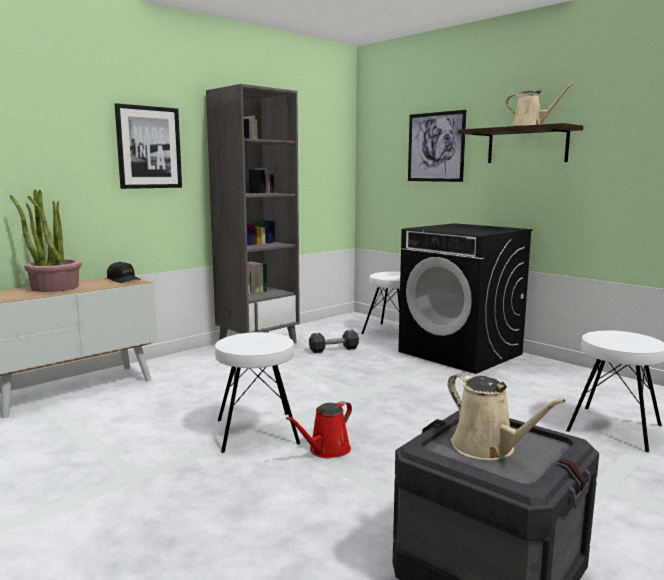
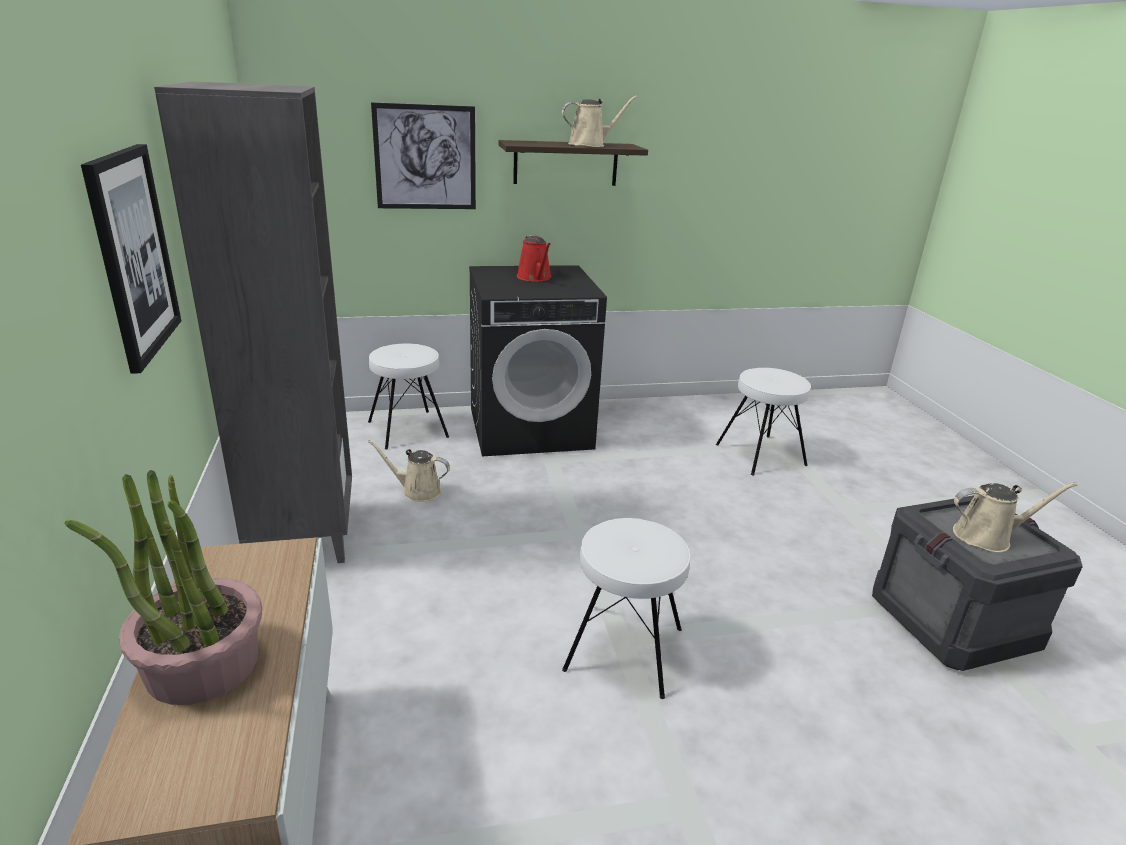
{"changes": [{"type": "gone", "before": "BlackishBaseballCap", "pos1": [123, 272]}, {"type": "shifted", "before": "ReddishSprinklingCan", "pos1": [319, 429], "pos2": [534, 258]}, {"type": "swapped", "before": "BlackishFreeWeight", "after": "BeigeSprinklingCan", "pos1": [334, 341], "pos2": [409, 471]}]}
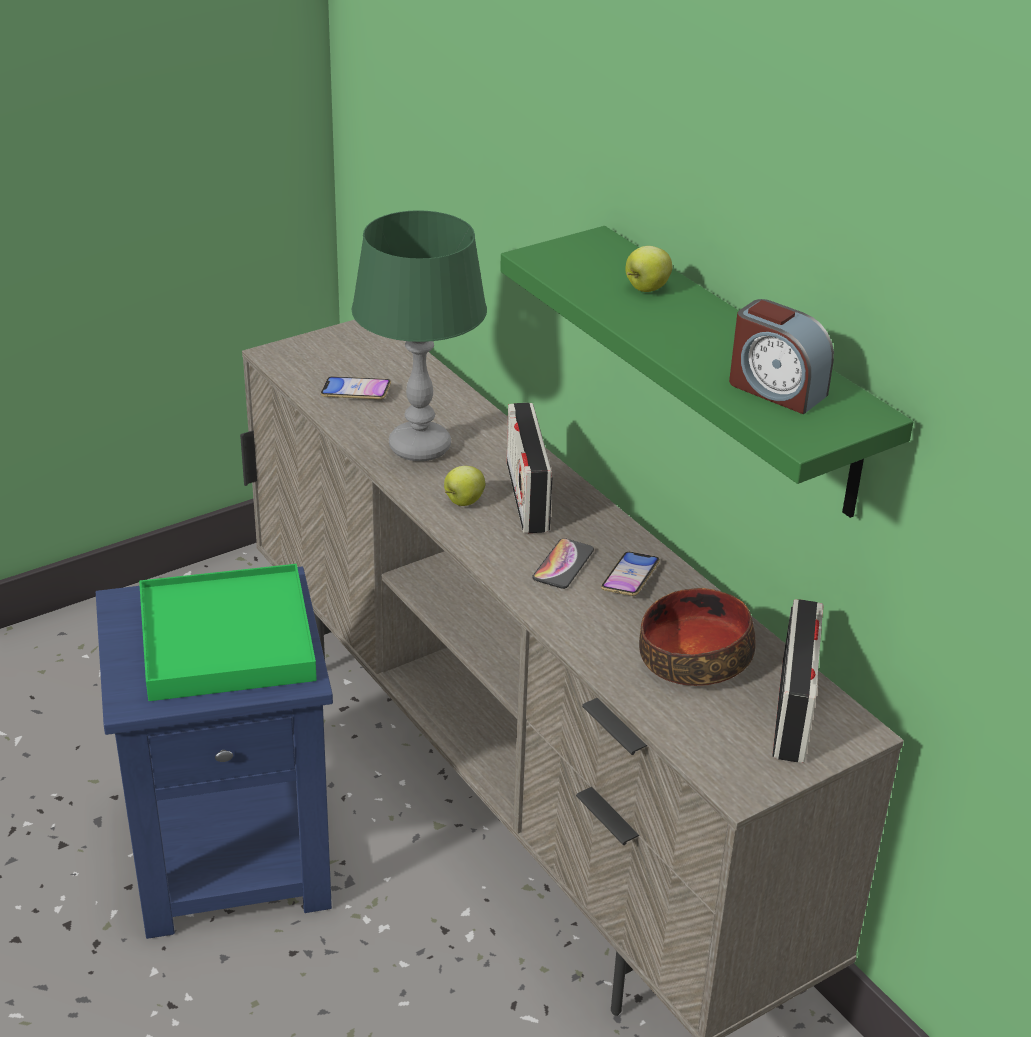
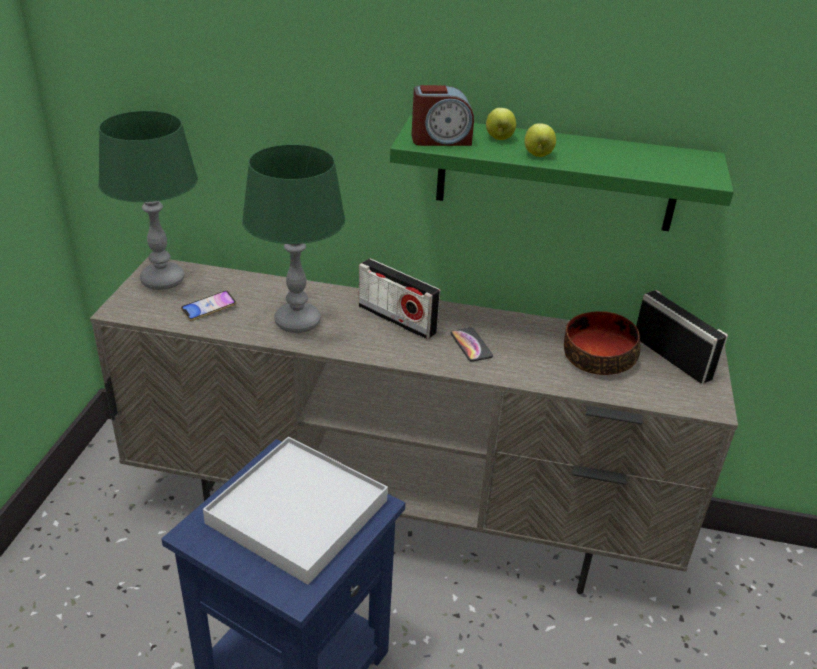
{"changes": [{"type": "gone", "before": "Phone", "pos1": [630, 574]}, {"type": "new", "after": "GreenTableLamp", "pos2": [148, 200]}, {"type": "shifted", "before": "Apple", "pos1": [464, 486], "pos2": [540, 140]}, {"type": "shifted", "before": "TableClock", "pos1": [781, 356], "pos2": [442, 115]}, {"type": "repainted", "before": "GreenTray", "after": "WhiteTray", "pos1": [228, 632], "pos2": [295, 511]}]}
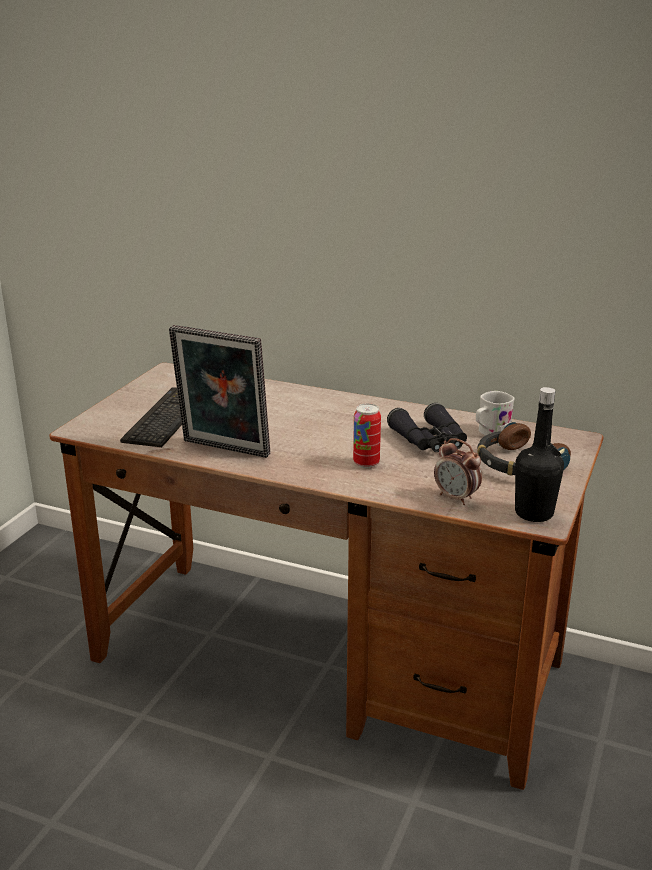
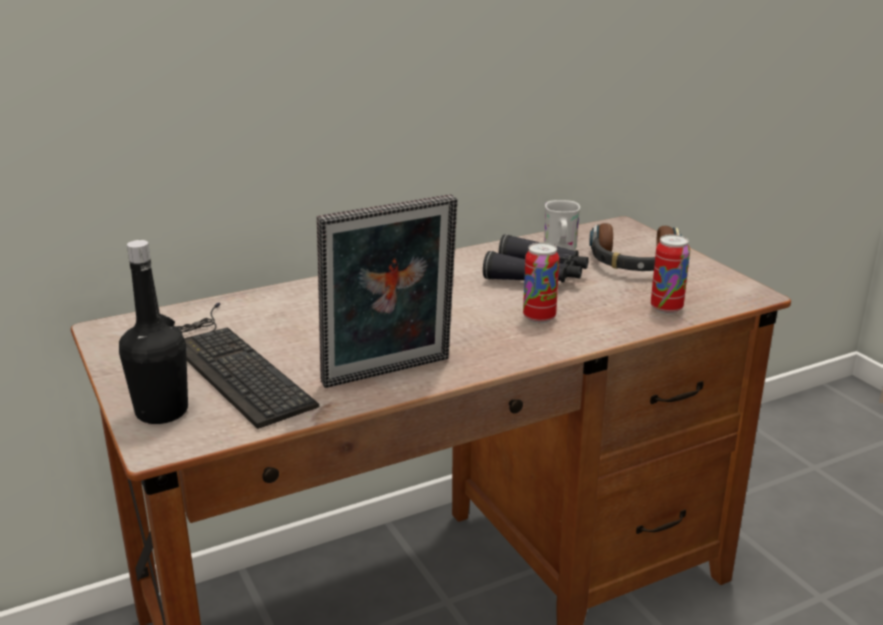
{"changes": [{"type": "shifted", "before": "BlackishBeverageBottle", "pos1": [539, 454], "pos2": [153, 332]}, {"type": "swapped", "before": "TableClock", "after": "SealedCan", "pos1": [458, 471], "pos2": [670, 274]}]}
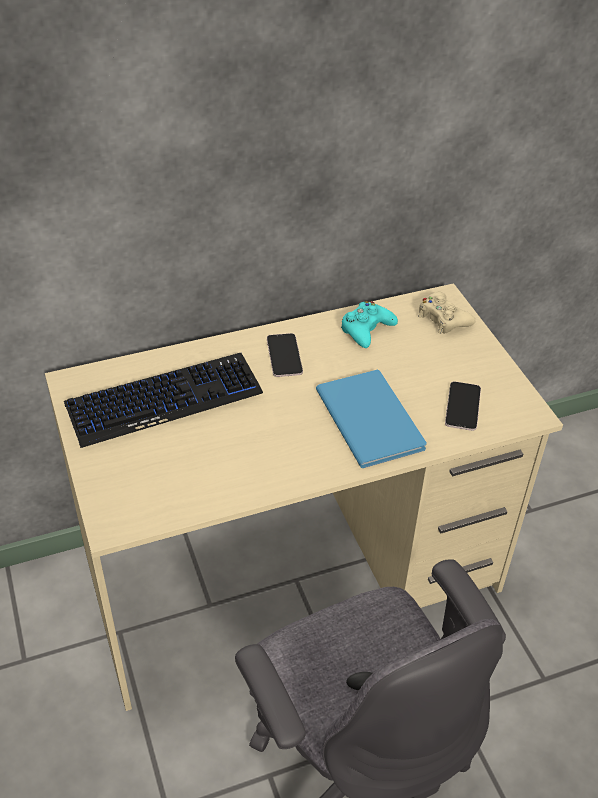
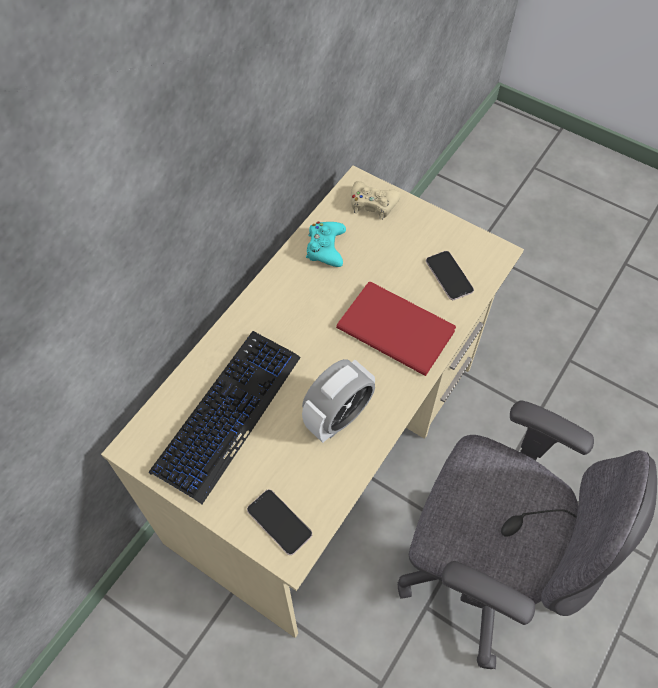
{"changes": [{"type": "new", "after": "TableClock", "pos2": [338, 401]}, {"type": "shifted", "before": "Phone", "pos1": [285, 355], "pos2": [279, 522]}, {"type": "repainted", "before": "BlueColouredBoundBook", "after": "ReddishBoundBook", "pos1": [371, 419], "pos2": [396, 329]}]}
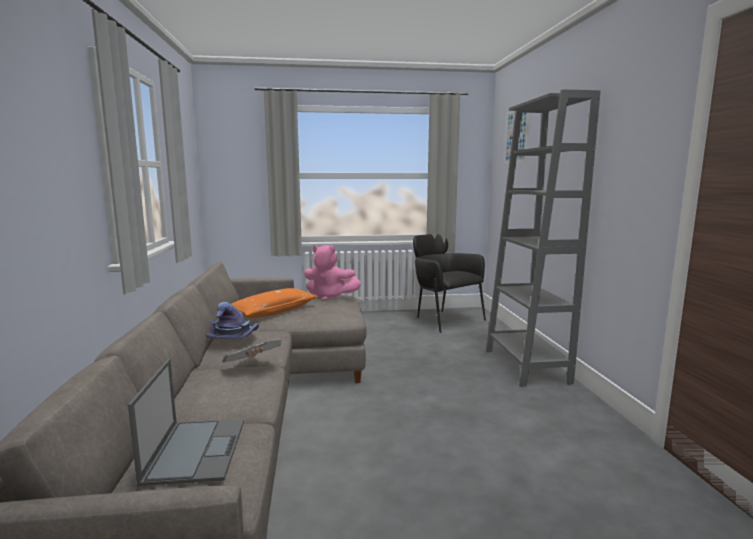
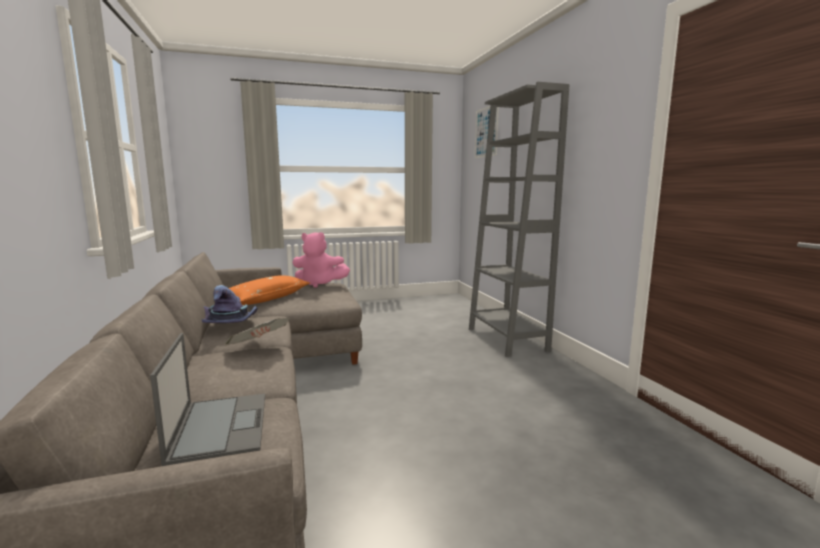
{"changes": [{"type": "gone", "before": "BlackishLoungeChair", "pos1": [449, 283]}]}
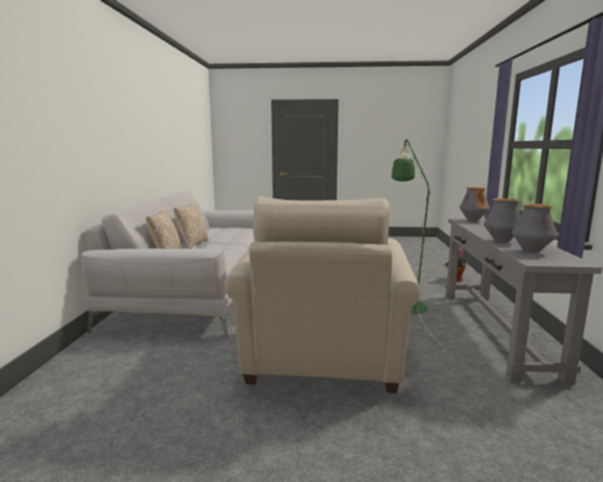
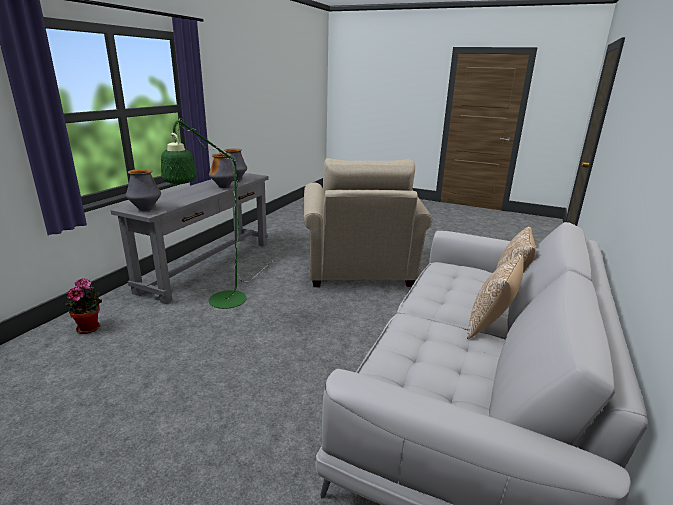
{"changes": [{"type": "rotated", "before": "BeigeLoungeChair", "pos1": [322, 294], "pos2": [368, 222], "turn": 150}]}
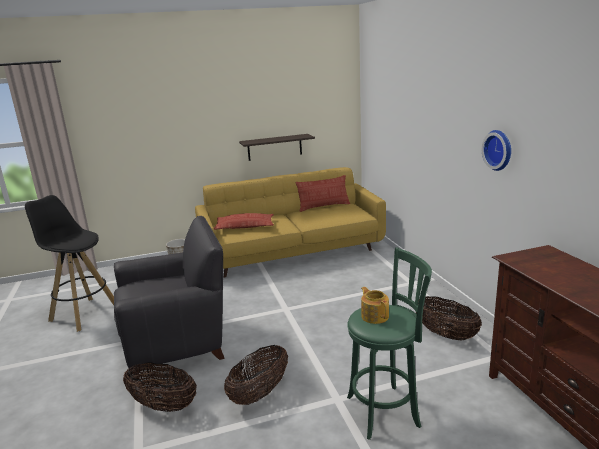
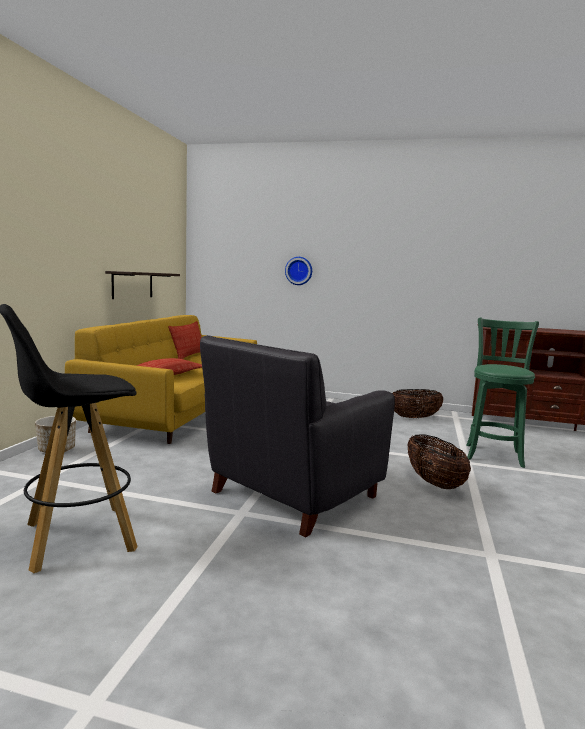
{"changes": [{"type": "gone", "before": "Basket", "pos1": [160, 387]}, {"type": "gone", "before": "Teapot", "pos1": [375, 305]}, {"type": "shifted", "before": "HangingClock", "pos1": [496, 150], "pos2": [298, 271]}, {"type": "rotated", "before": "BlackishLoungeChair", "pos1": [169, 294], "pos2": [297, 436], "turn": -150}]}
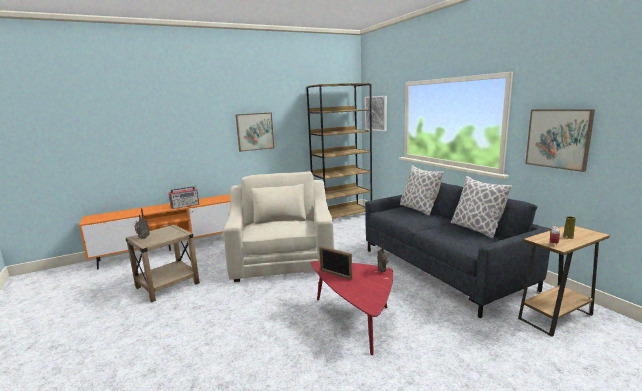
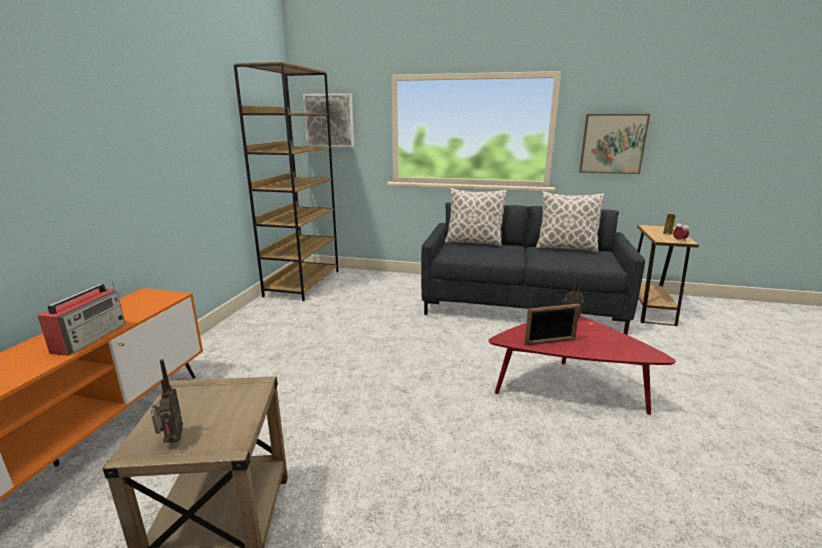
{"changes": [{"type": "gone", "before": "BeigeLoungeChair", "pos1": [278, 226]}, {"type": "gone", "before": "WallArt", "pos1": [254, 132]}]}
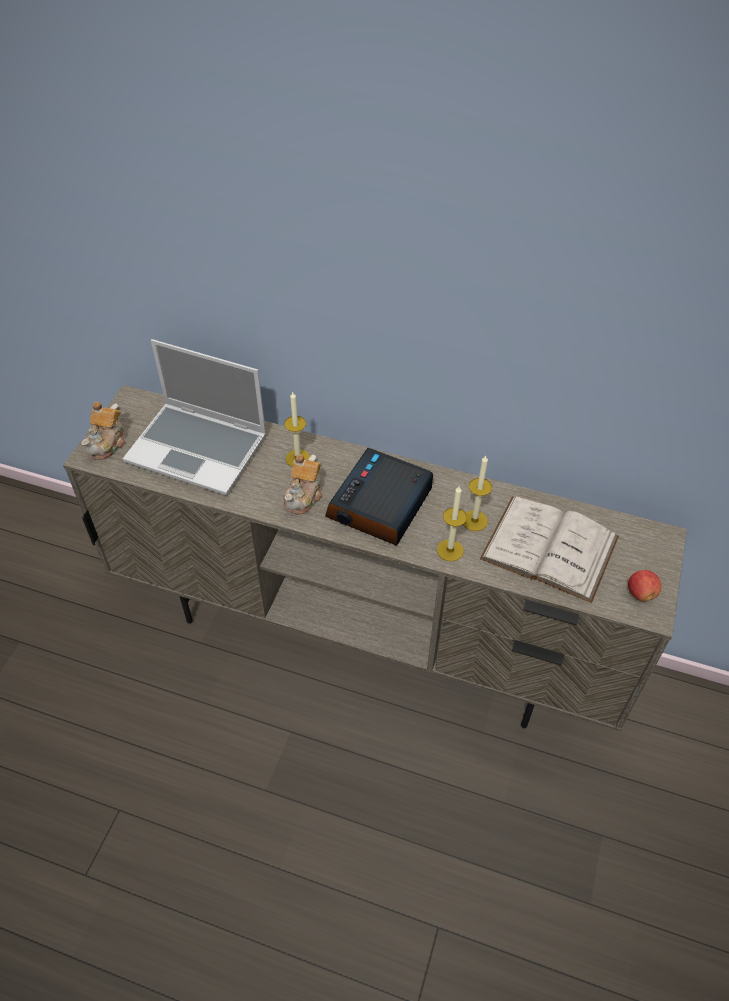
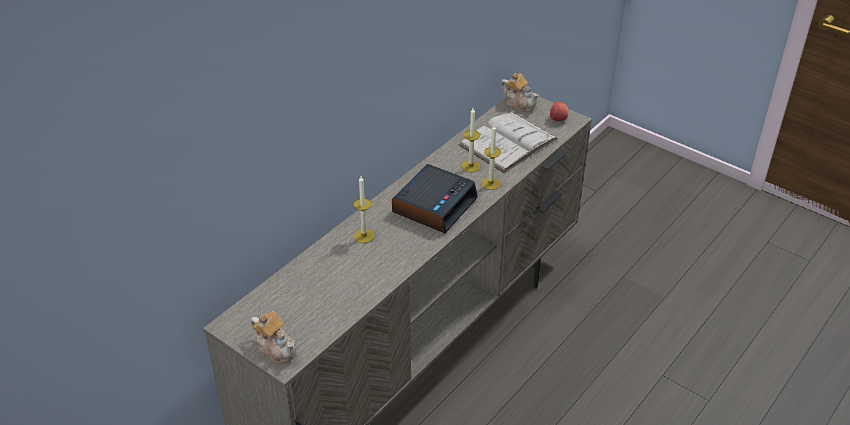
{"changes": [{"type": "gone", "before": "NotebookComputer", "pos1": [195, 417]}, {"type": "shifted", "before": "Teapot", "pos1": [303, 484], "pos2": [520, 92]}, {"type": "rotated", "before": "TableClock", "pos1": [379, 497], "pos2": [435, 198], "turn": -105}]}
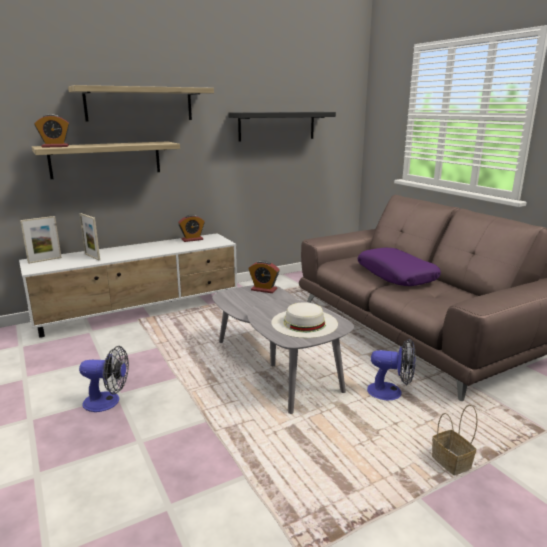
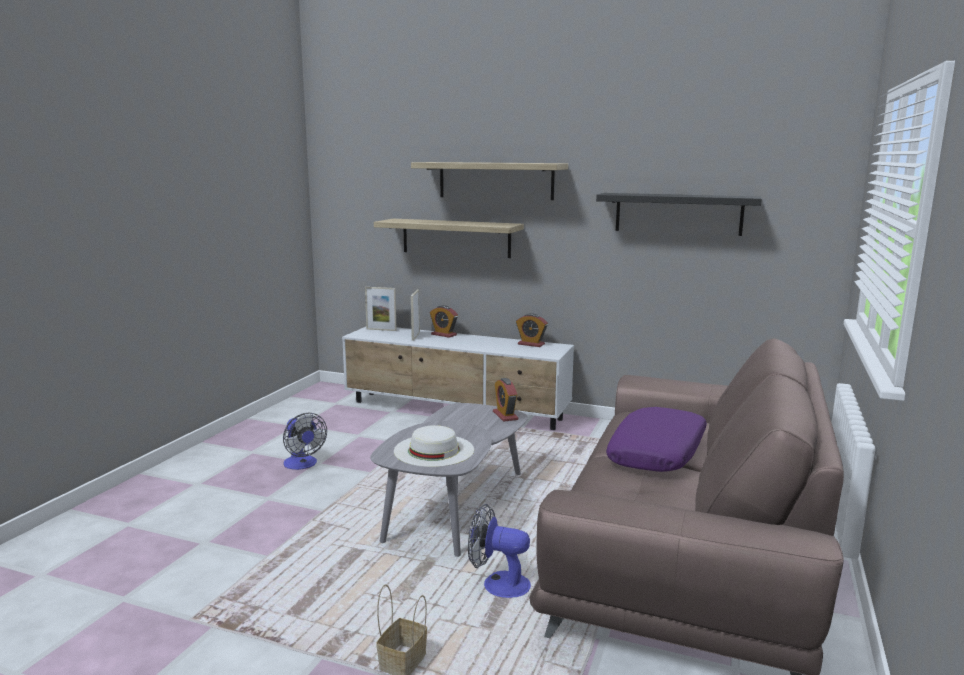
{"changes": [{"type": "shifted", "before": "TableClock", "pos1": [52, 131], "pos2": [444, 321]}, {"type": "rotated", "before": "ElectricFan", "pos1": [391, 369], "pos2": [499, 551], "turn": 135}]}
